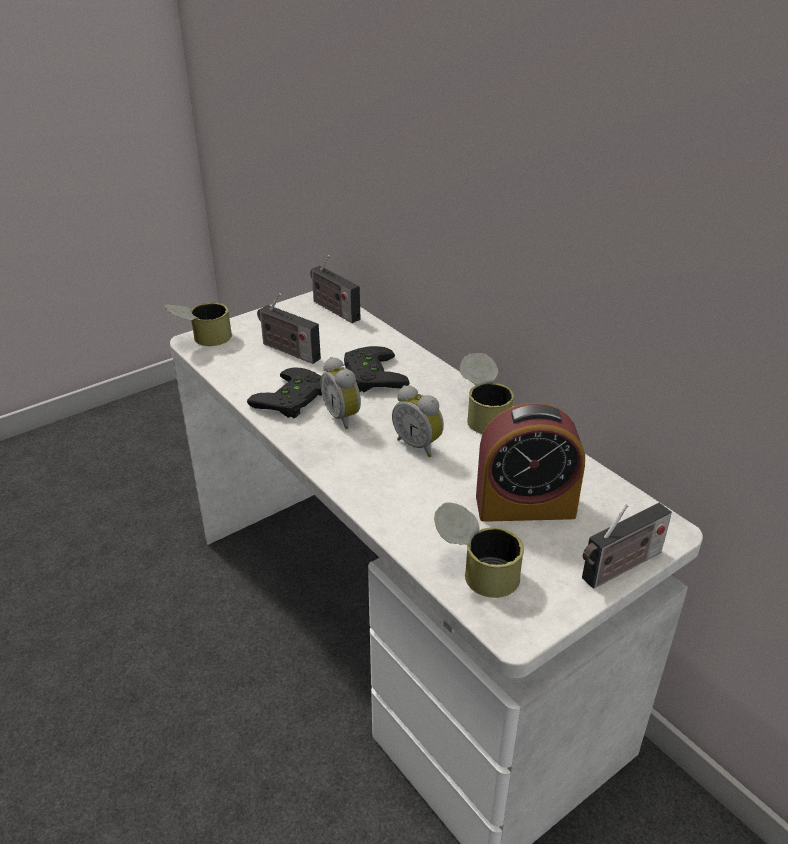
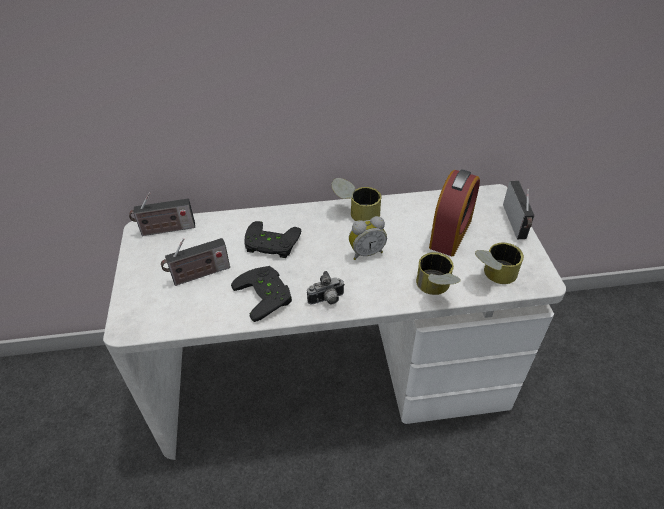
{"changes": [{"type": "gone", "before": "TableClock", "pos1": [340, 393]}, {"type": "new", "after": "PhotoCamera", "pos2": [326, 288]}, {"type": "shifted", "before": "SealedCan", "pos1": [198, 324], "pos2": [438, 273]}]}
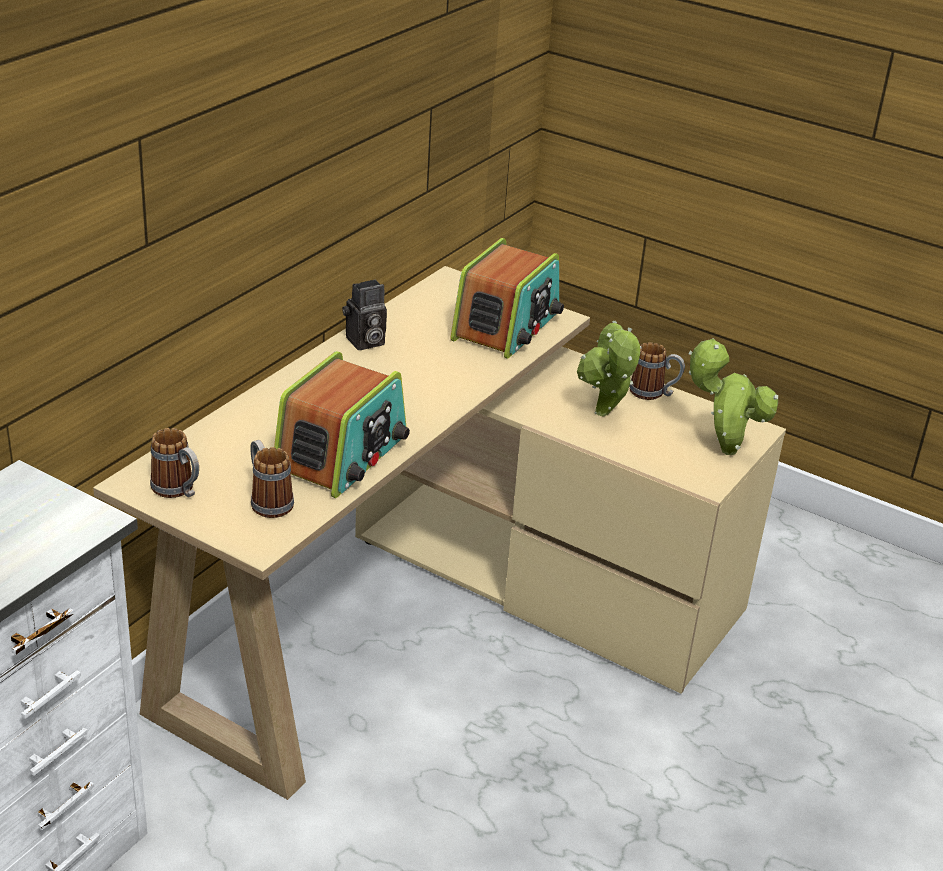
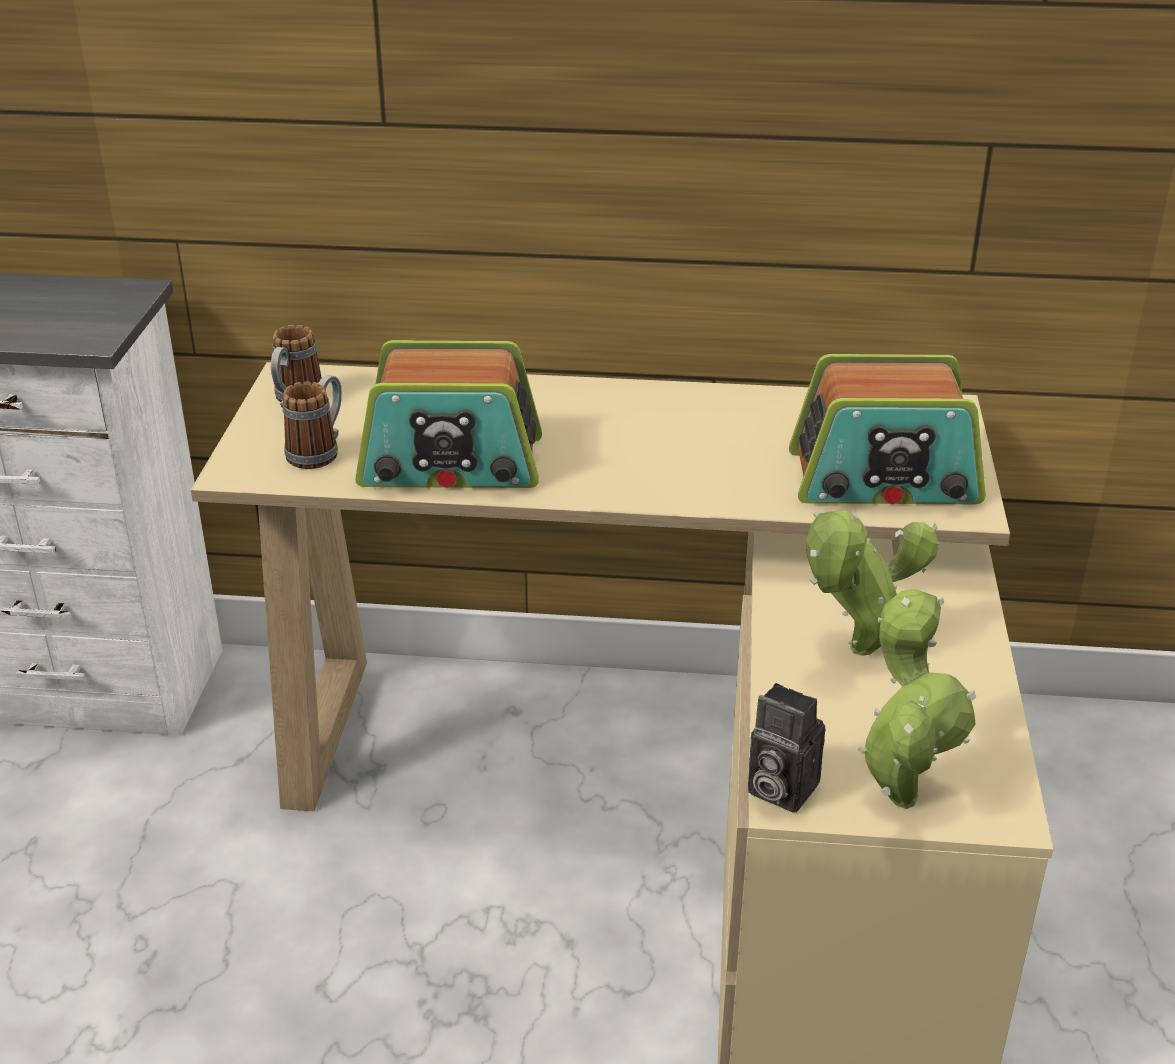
{"changes": [{"type": "gone", "before": "TeaMug", "pos1": [657, 371]}, {"type": "shifted", "before": "PhotoCamera", "pos1": [364, 315], "pos2": [786, 748]}]}
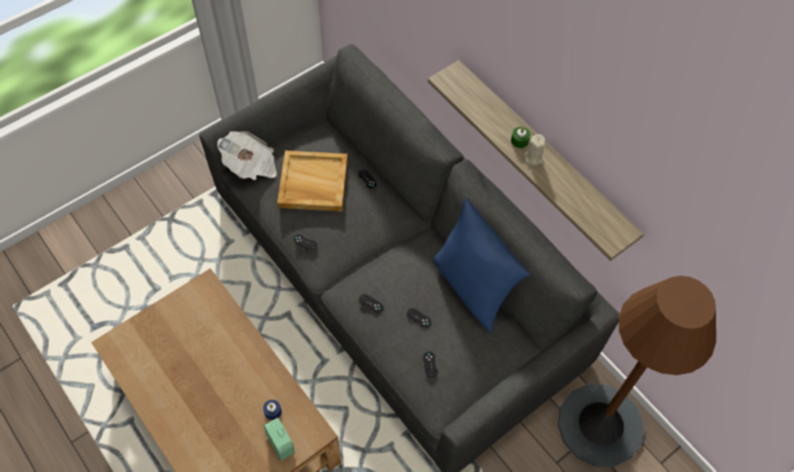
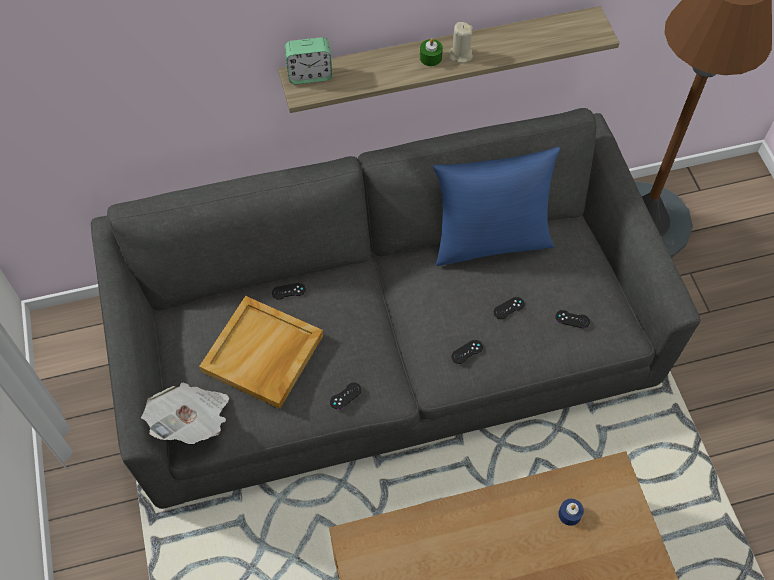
{"changes": [{"type": "shifted", "before": "TableClock", "pos1": [279, 439], "pos2": [308, 60]}]}
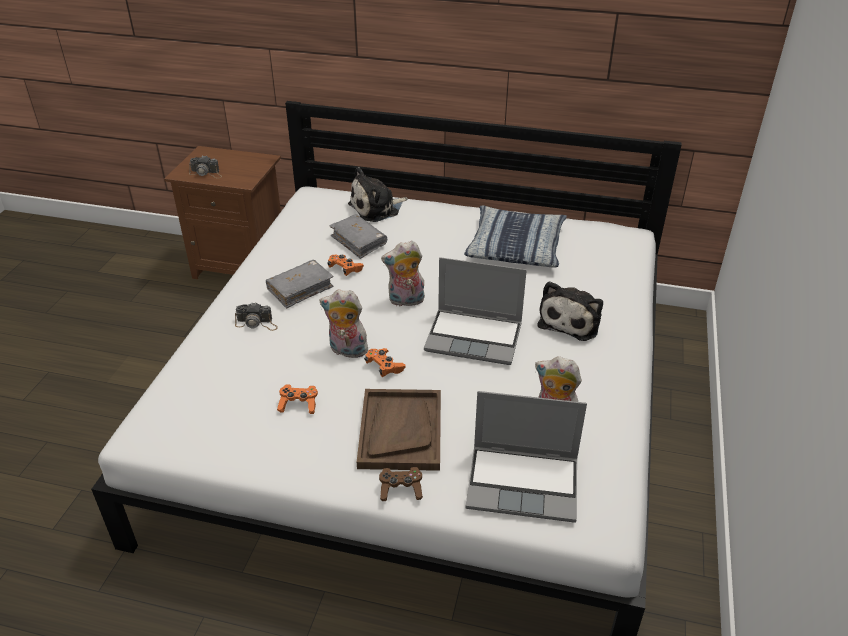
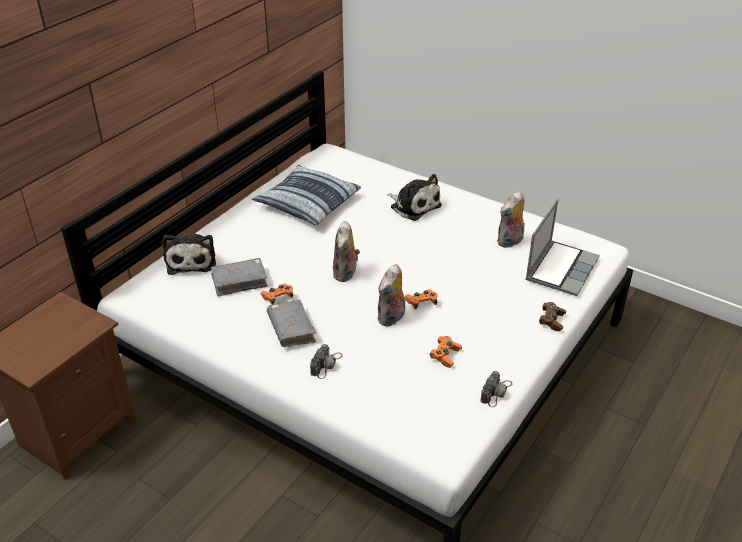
{"changes": [{"type": "gone", "before": "BrownTray", "pos1": [399, 430]}, {"type": "gone", "before": "NotebookComputer", "pos1": [475, 311]}, {"type": "shifted", "before": "PhotoCamera", "pos1": [205, 167], "pos2": [496, 389]}]}
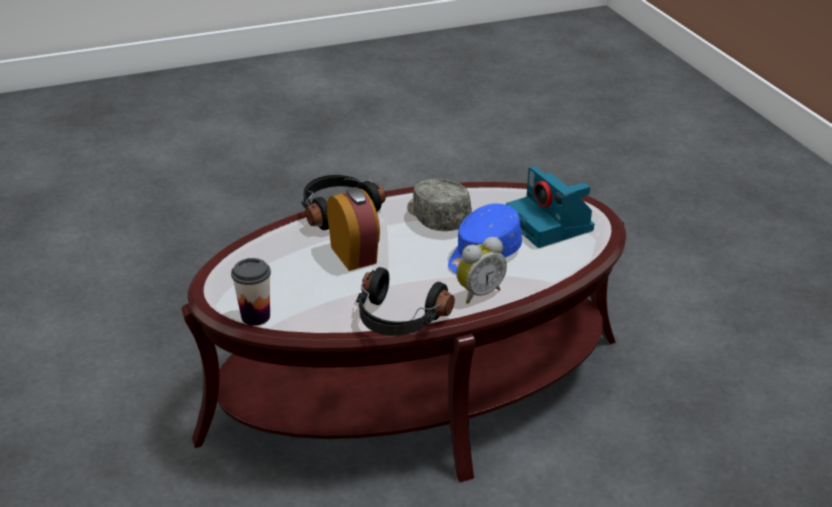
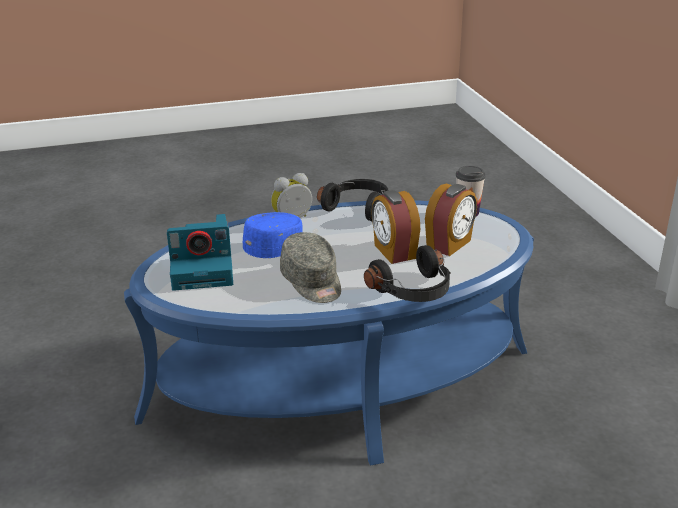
{"changes": [{"type": "new", "after": "TableClock", "pos2": [451, 220]}, {"type": "repainted", "before": "BrownCoffeeTable", "after": "BlueColouredCoffeeTable", "pos1": [403, 332], "pos2": [329, 333]}, {"type": "rotated", "before": "PhotoCamera", "pos1": [550, 207], "pos2": [200, 252], "turn": 105}]}
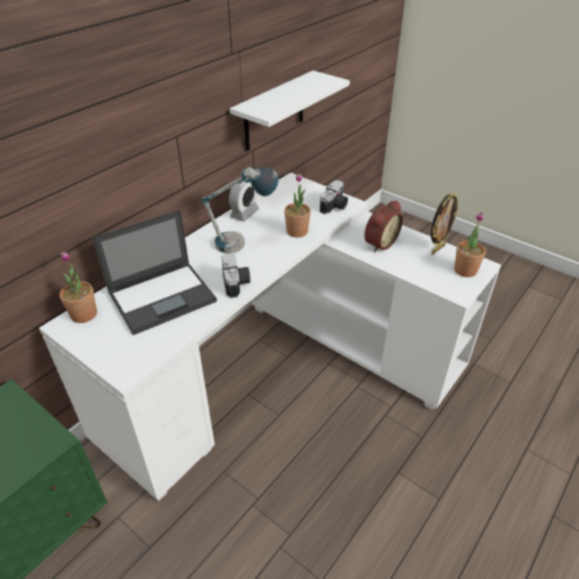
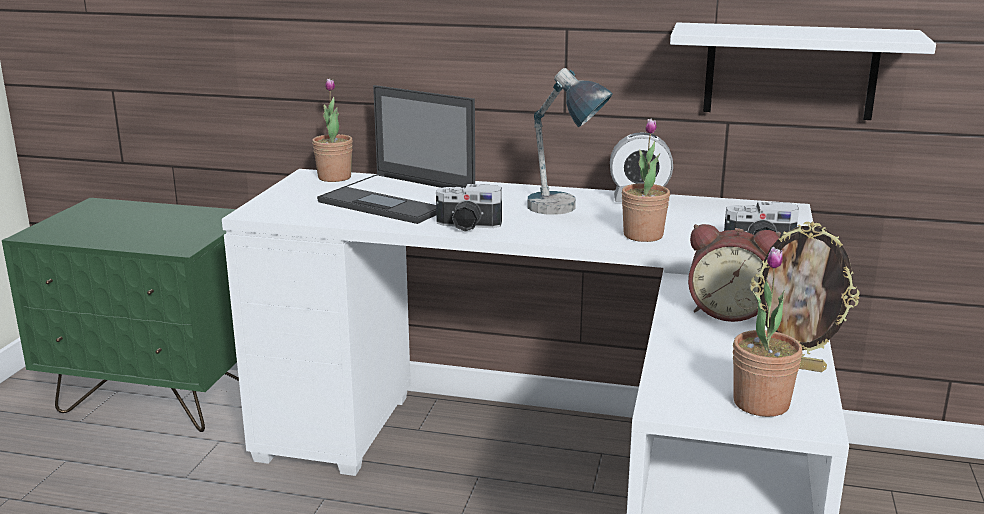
{"changes": [{"type": "rotated", "before": "PhotoCamera", "pos1": [236, 275], "pos2": [469, 208], "turn": 45}]}
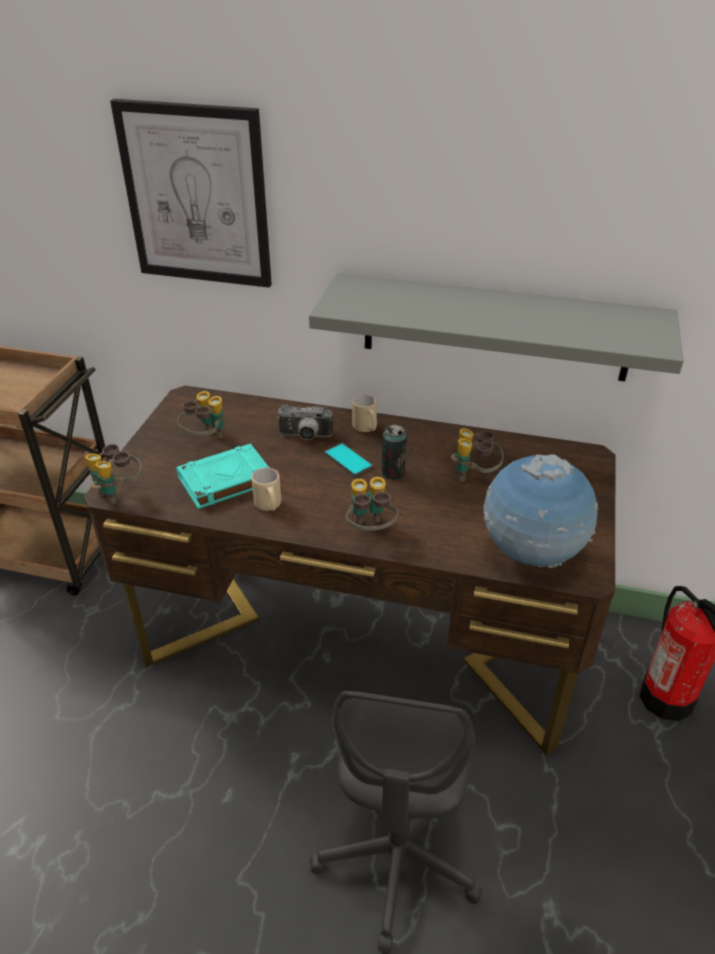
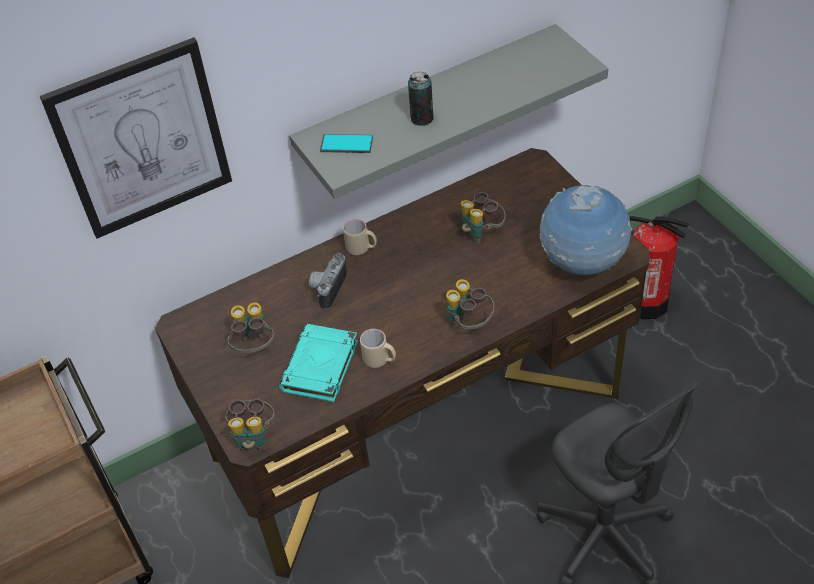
{"changes": [{"type": "shifted", "before": "Phone", "pos1": [348, 459], "pos2": [346, 143]}, {"type": "shifted", "before": "SealedCan", "pos1": [394, 452], "pos2": [421, 99]}, {"type": "rotated", "before": "PhotoCamera", "pos1": [305, 422], "pos2": [328, 281], "turn": 150}]}
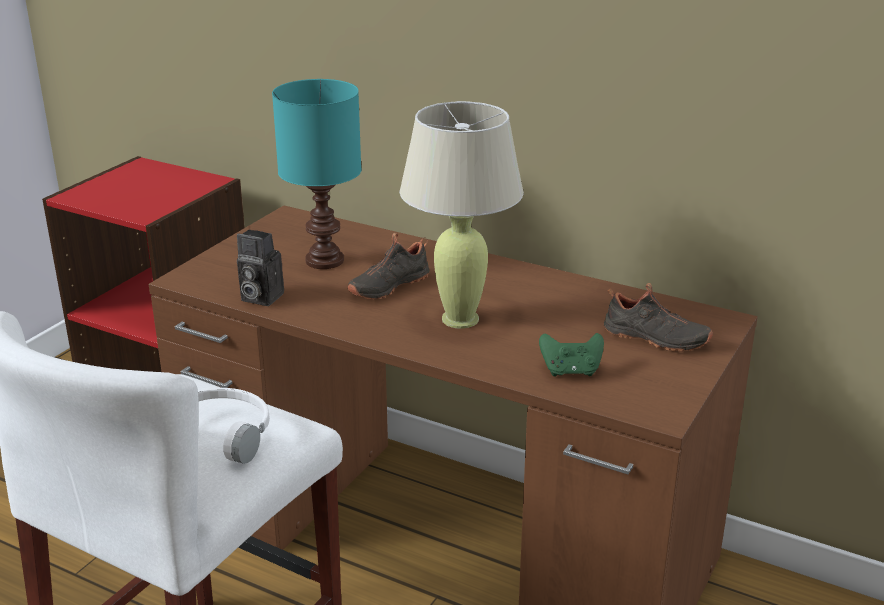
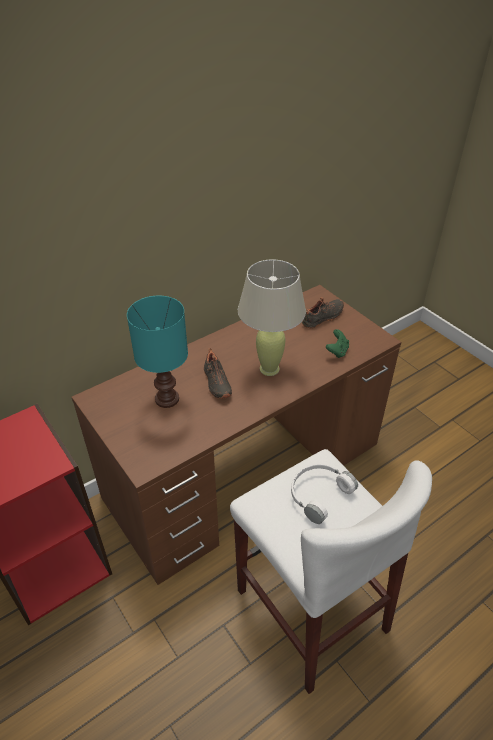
{"changes": [{"type": "gone", "before": "PhotoCamera", "pos1": [260, 267]}]}
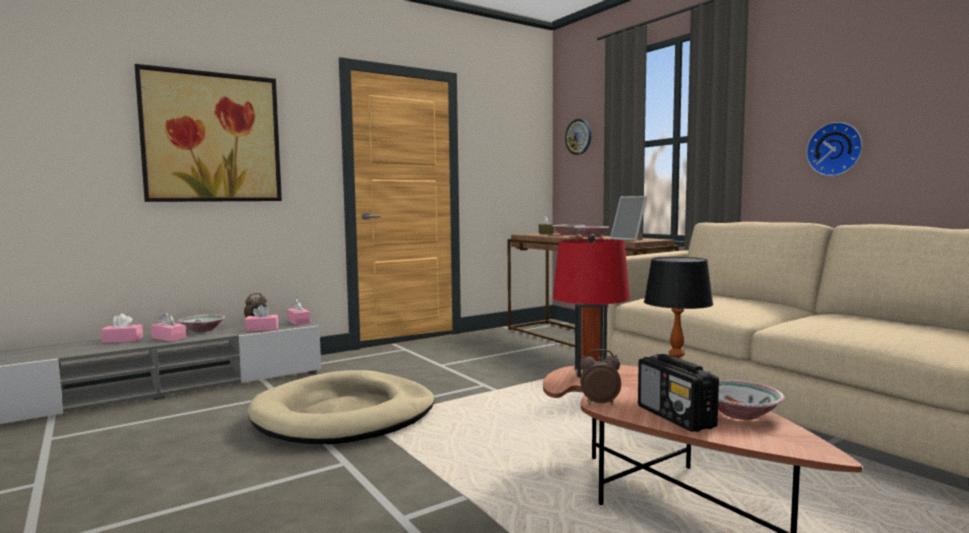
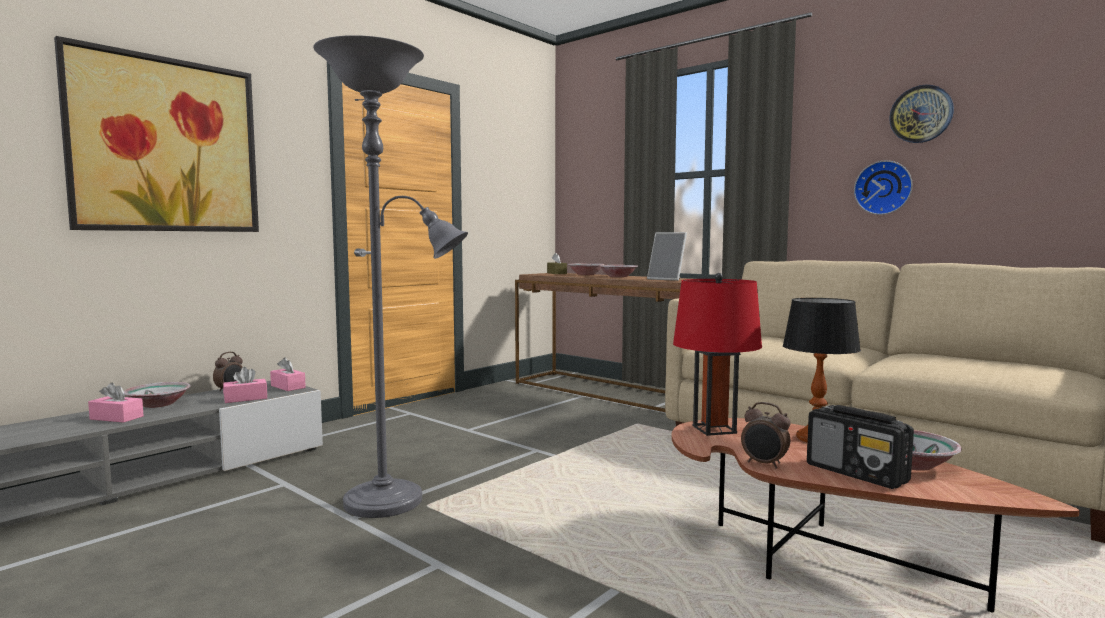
{"changes": [{"type": "gone", "before": "PinkColouredTissueBox", "pos1": [122, 328]}, {"type": "shifted", "before": "HangingClock", "pos1": [578, 137], "pos2": [921, 114]}, {"type": "swapped", "before": "BeigeDogCushion", "after": "GrayStandardLamp", "pos1": [341, 407], "pos2": [390, 276]}, {"type": "rotated", "before": "TableClock", "pos1": [600, 377], "pos2": [765, 435], "turn": -135}]}
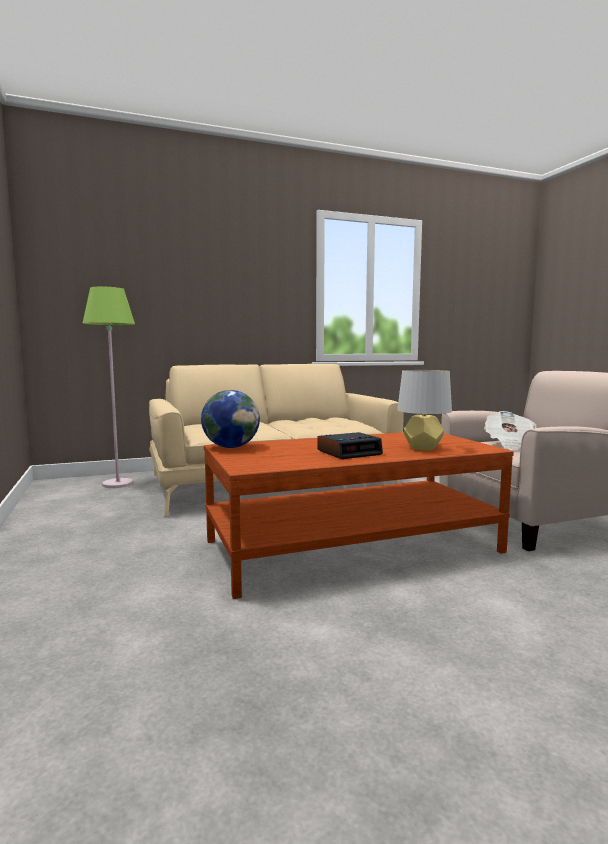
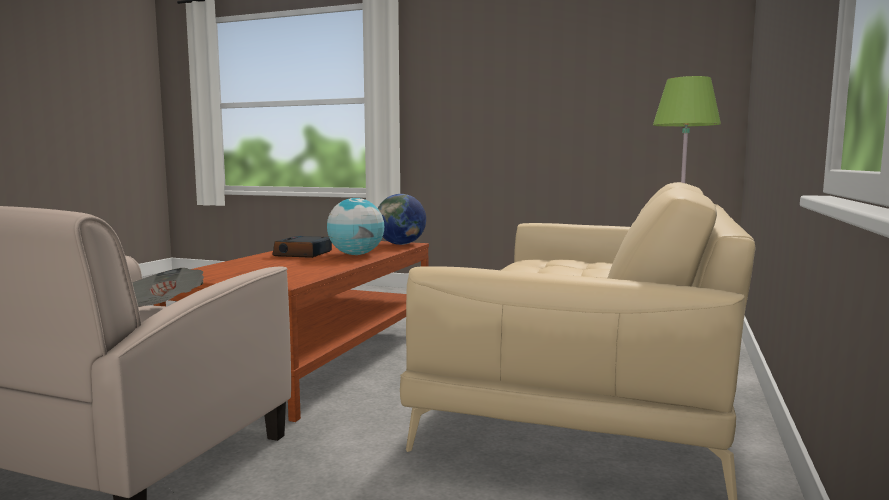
{"changes": [{"type": "gone", "before": "GrayTableLamp", "pos1": [424, 410]}, {"type": "new", "after": "WorldGlobe", "pos2": [355, 226]}]}
